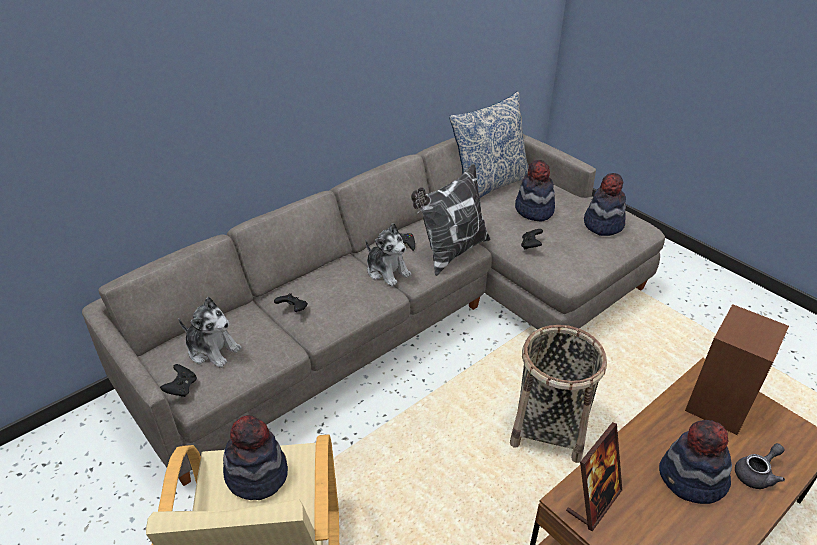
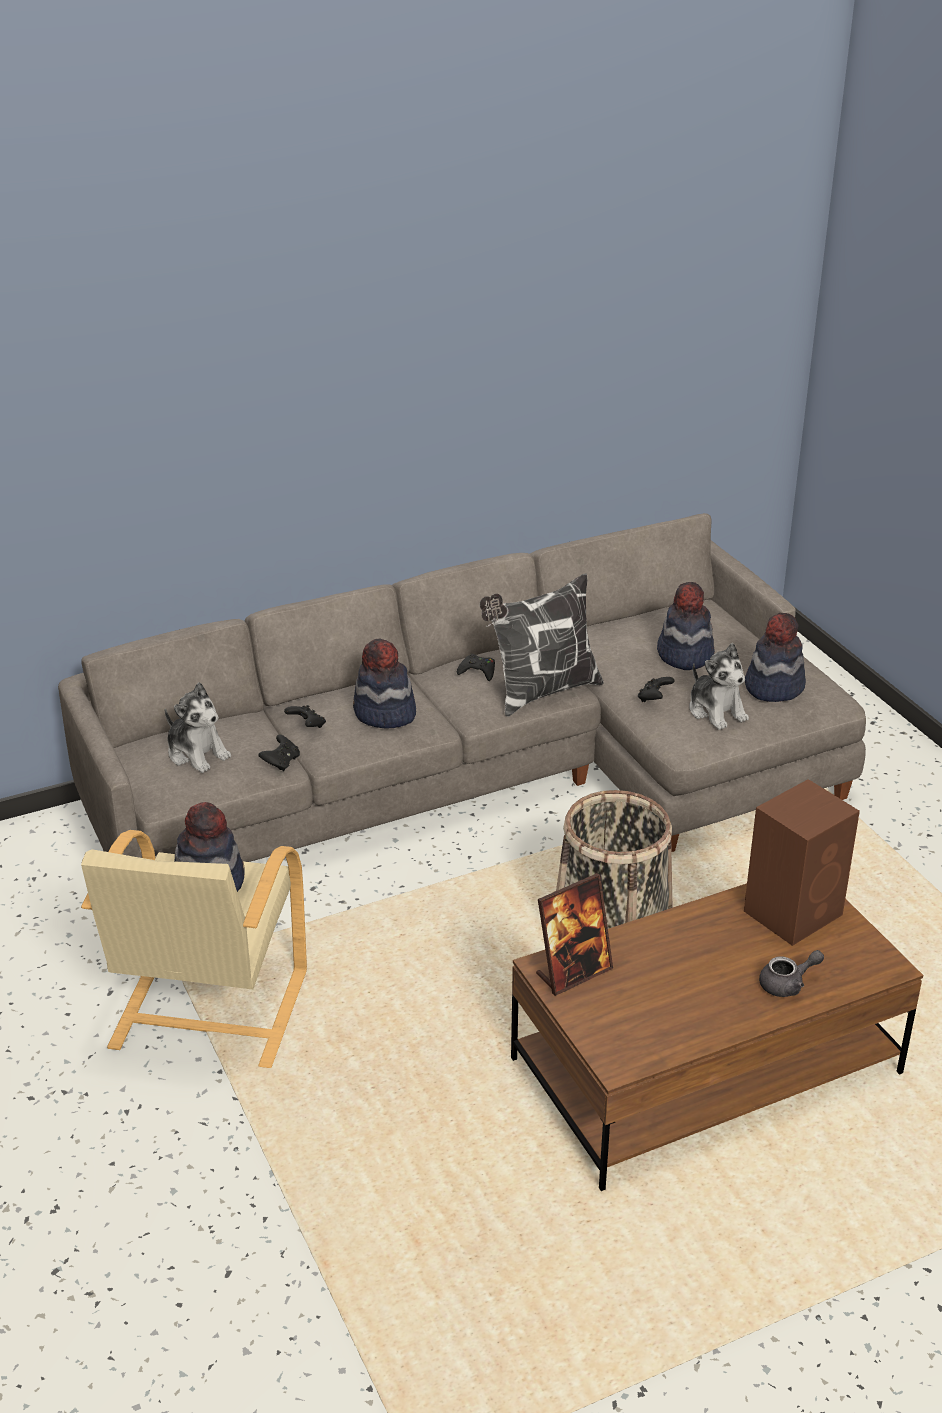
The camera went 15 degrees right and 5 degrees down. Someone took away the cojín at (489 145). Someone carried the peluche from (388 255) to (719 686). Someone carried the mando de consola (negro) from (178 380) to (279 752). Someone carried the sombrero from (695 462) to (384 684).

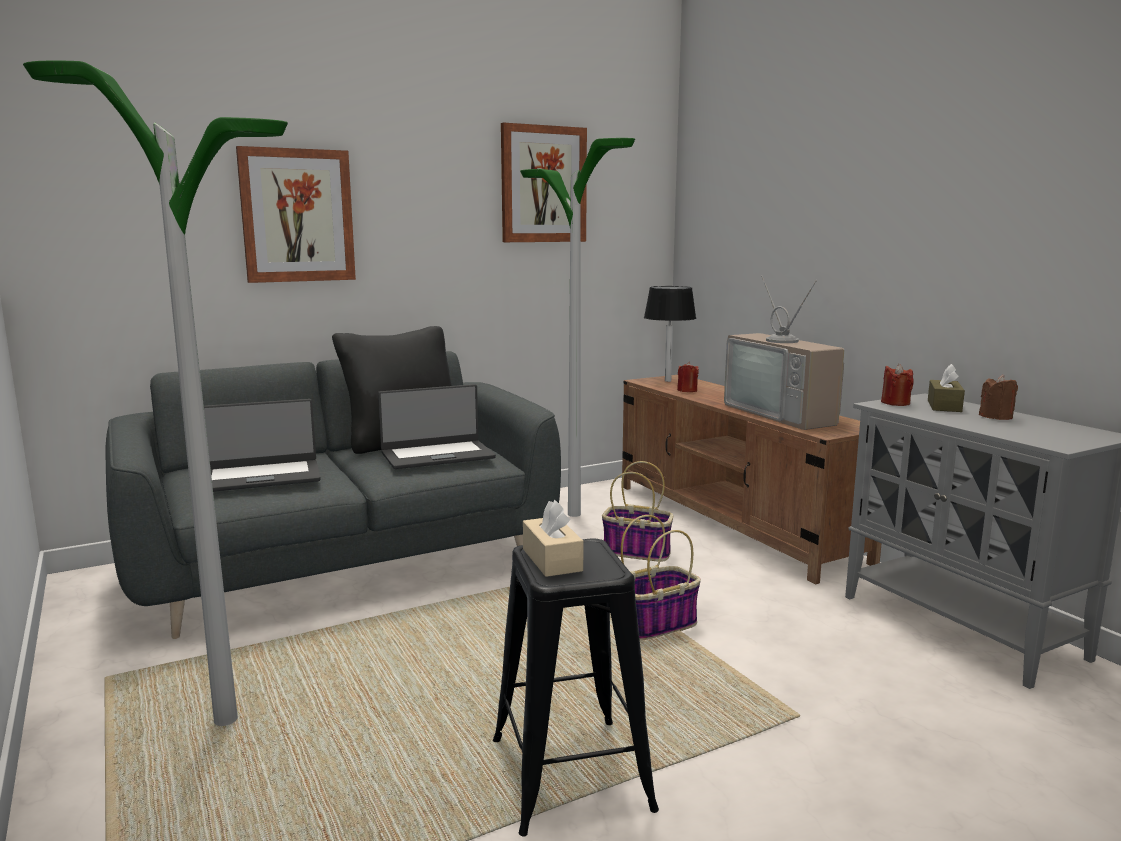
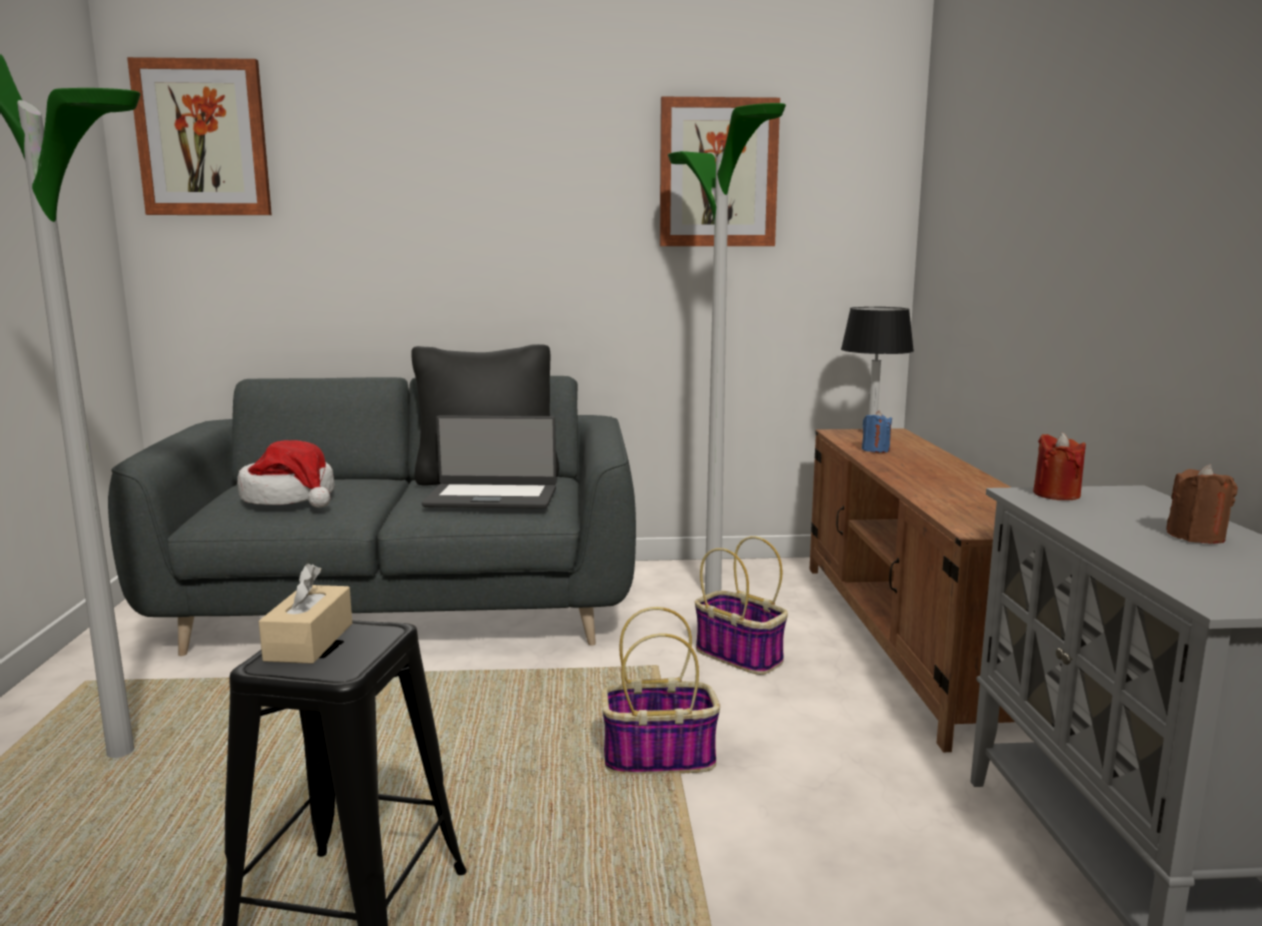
The camera went 25 degrees right and 0 degrees up. Someone carried the cuadro from (296 214) to (199 136). Someone took away the televisor at (784 352). Someone repainted the vela (rojo) at (688 377), which became the vela (azul) at (877 431). Someone took away the caja de pañuelos (marrón) at (946 388). Someone swapped the portátil at (262 445) for the sombrero at (286 474).

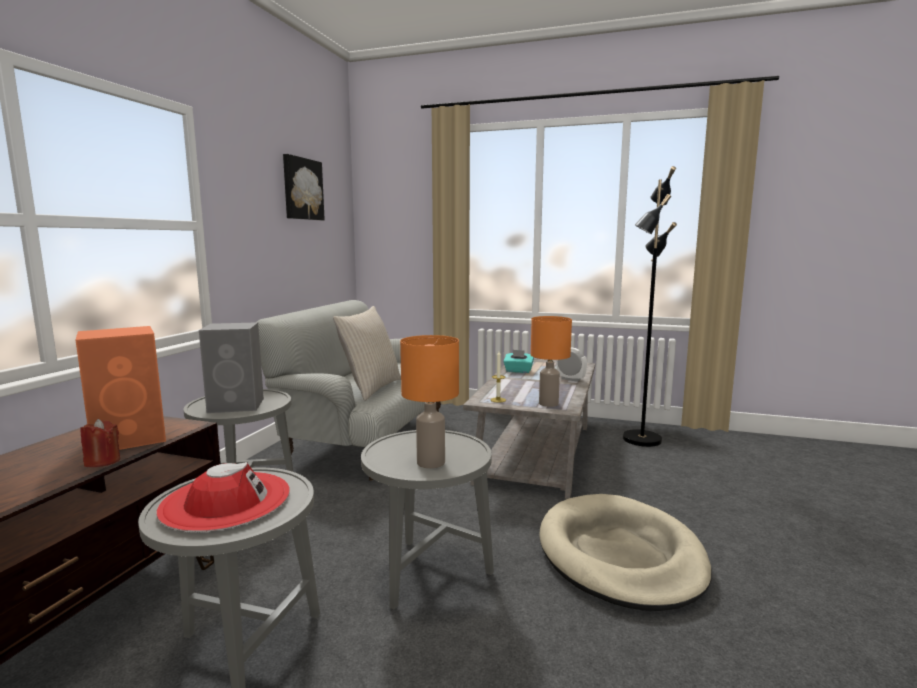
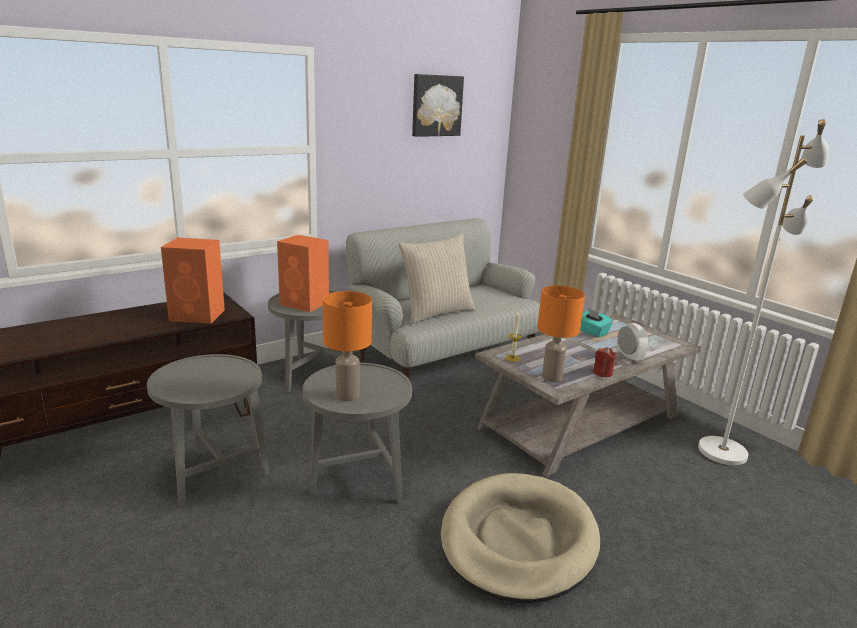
The camera went 35 degrees right and 10 degrees up. Someone repainted the lámpara de pie (negro) at (650 306), which became the lámpara de pie (blanco) at (763 292). Someone repainted the altavoz (gris) at (231 367), which became the altavoz (naranja) at (303 273). Someone carried the vela (rojo) from (100 443) to (605 362). Someone took away the sombrero (rojo) at (223 497).

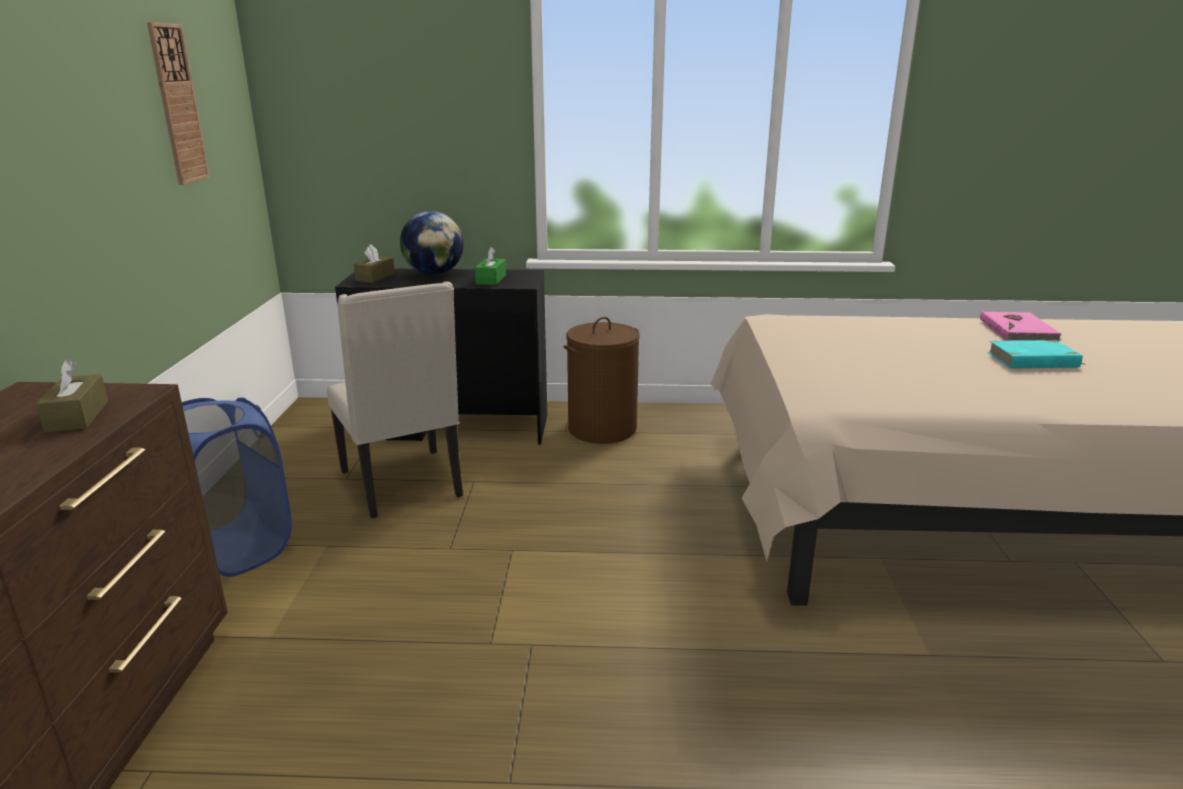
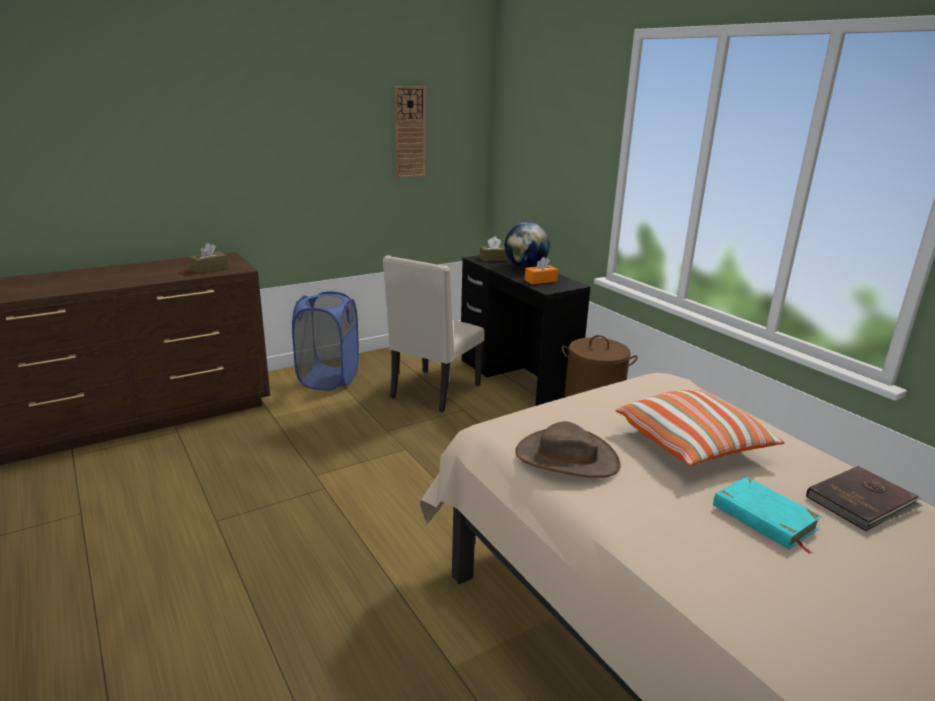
The camera went 55 degrees right and 0 degrees up. Someone repainted the caja de pañuelos (verde) at (490 266), which became the caja de pañuelos (naranja) at (541 270). Someone repainted the libro (rosa) at (1020 326), which became the libro (marrón) at (864 498). Someone put down the cojín at (700 428). Someone put down the sombrero (marrón) at (568 449).

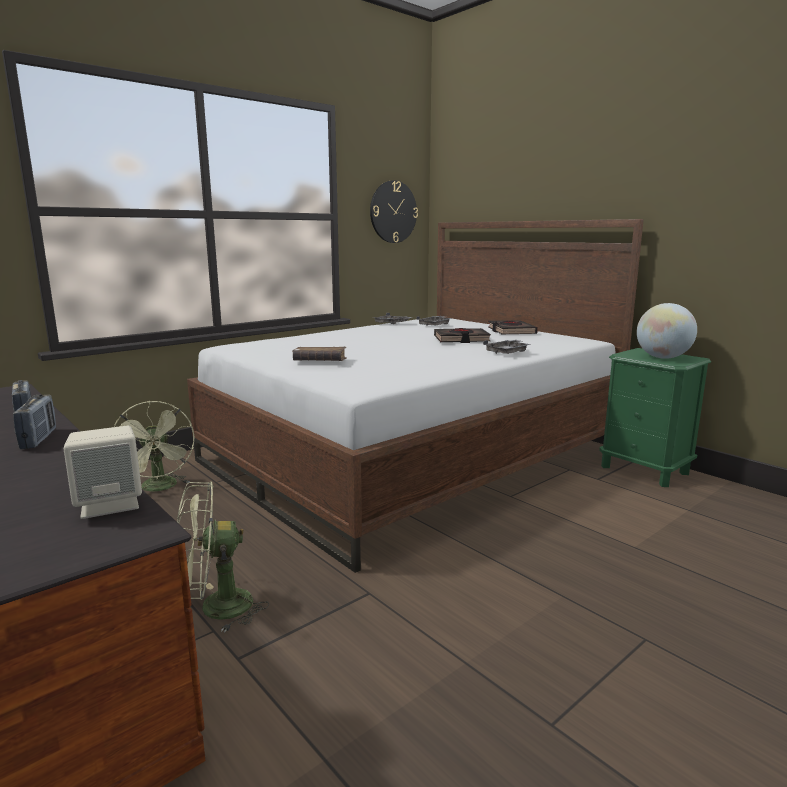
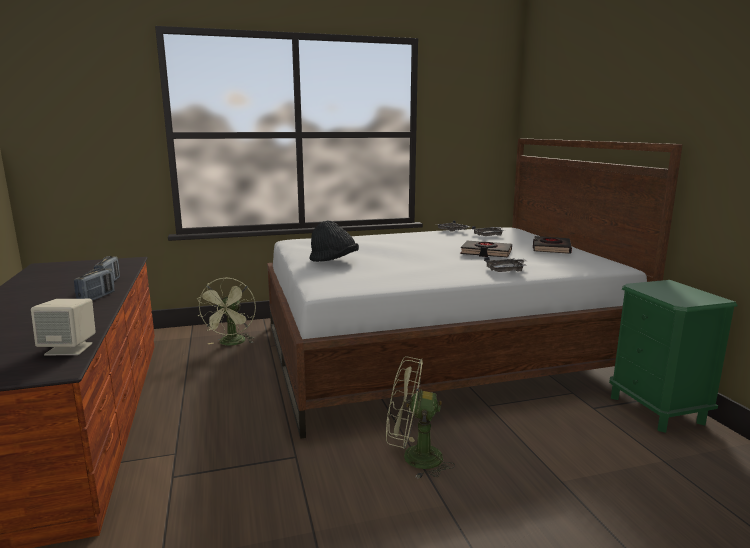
The camera went 25 degrees right and 0 degrees up. Someone took away the reloj de pared at (394 211). Someone took away the globo terráqueo at (667 331). Someone swapped the libro (marrón) at (319 354) for the sombrero (negro) at (334 241). Someone carried the ventilador (verde) from (223 557) to (420 417).

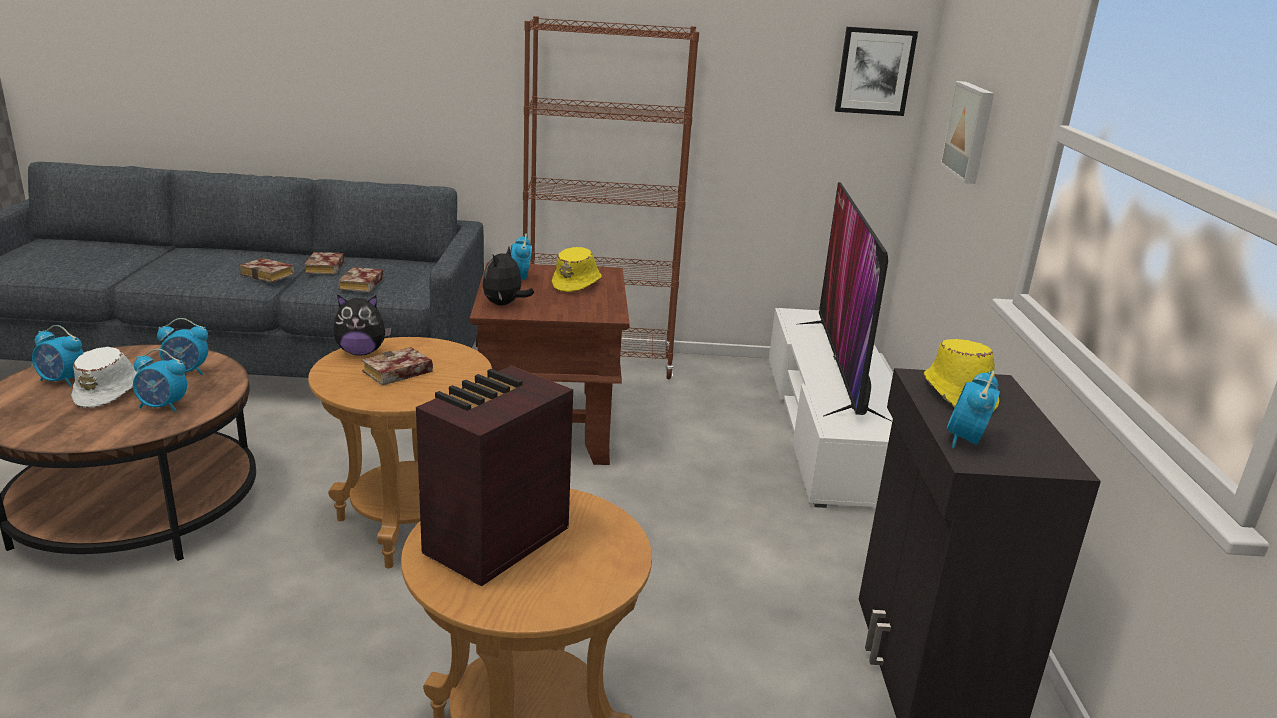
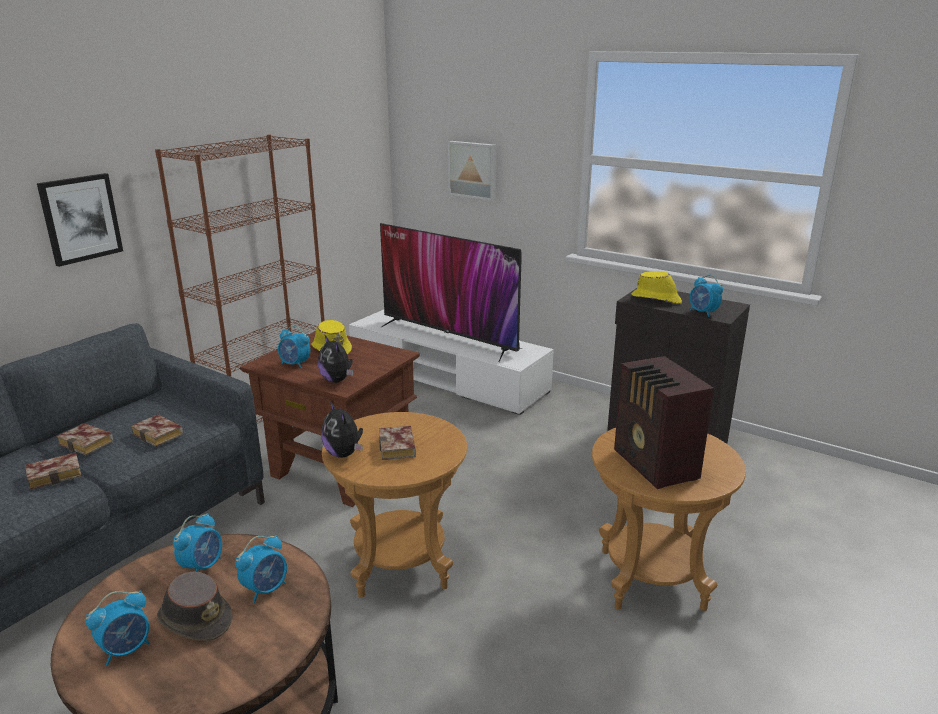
The camera went 55 degrees left and 0 degrees up. Someone carried the cuadro from (876 71) to (80 220). Someone rotated the peluche at (362 325) by 120 degrees clockwise. Someone repainted the sombrero (blanco) at (104 377), which became the sombrero (marrón) at (194 606).

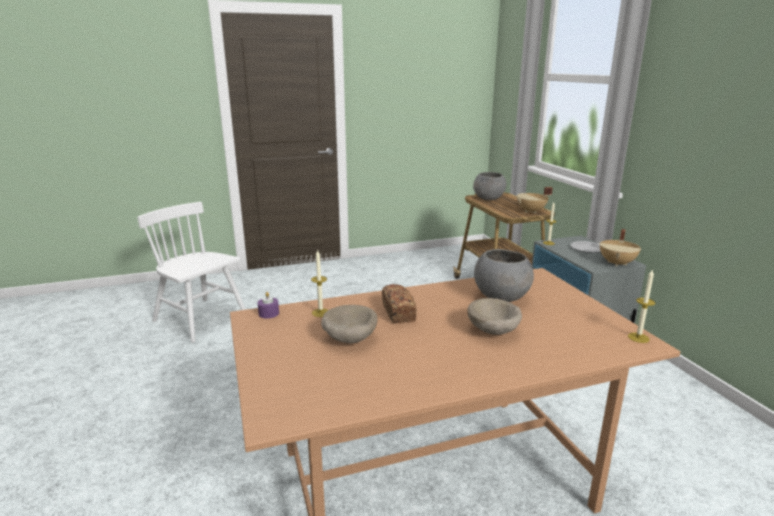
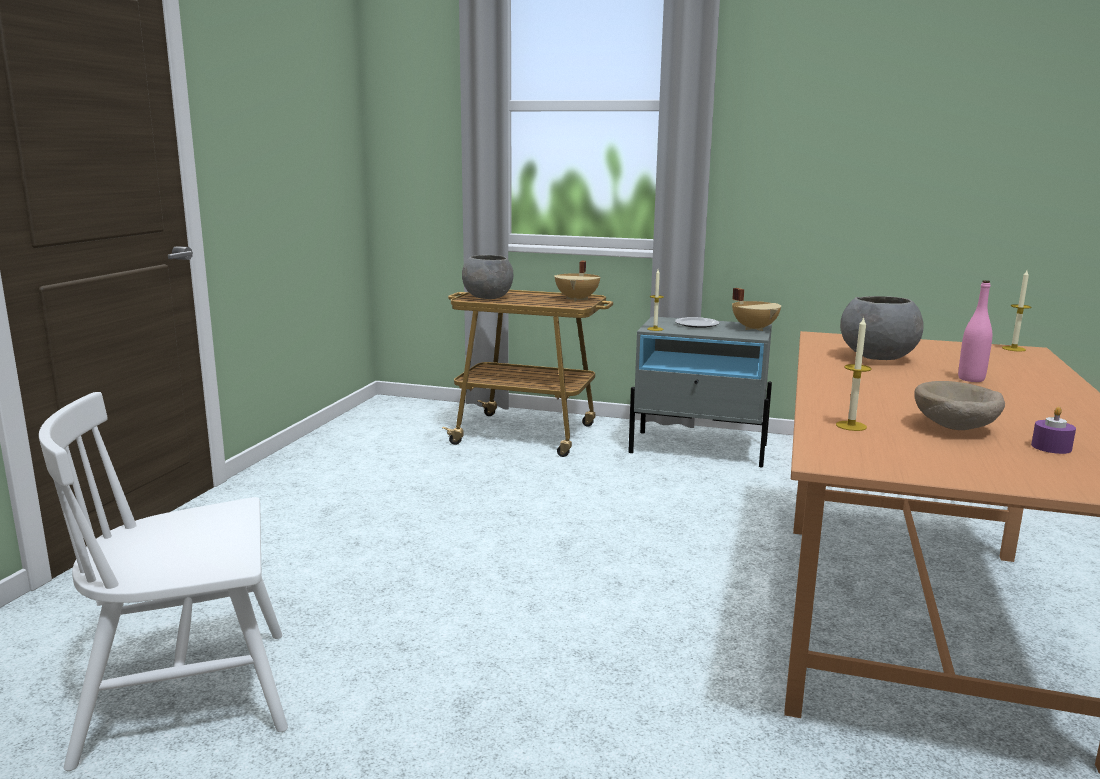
The camera went 55 degrees left and 5 degrees down. Someone took away the pan at (399 303). Someone carried the vela (morado) from (268 305) to (1053 430). Someone swapped the cuenco (beis) at (494 316) for the botella (rosa) at (975 331).

